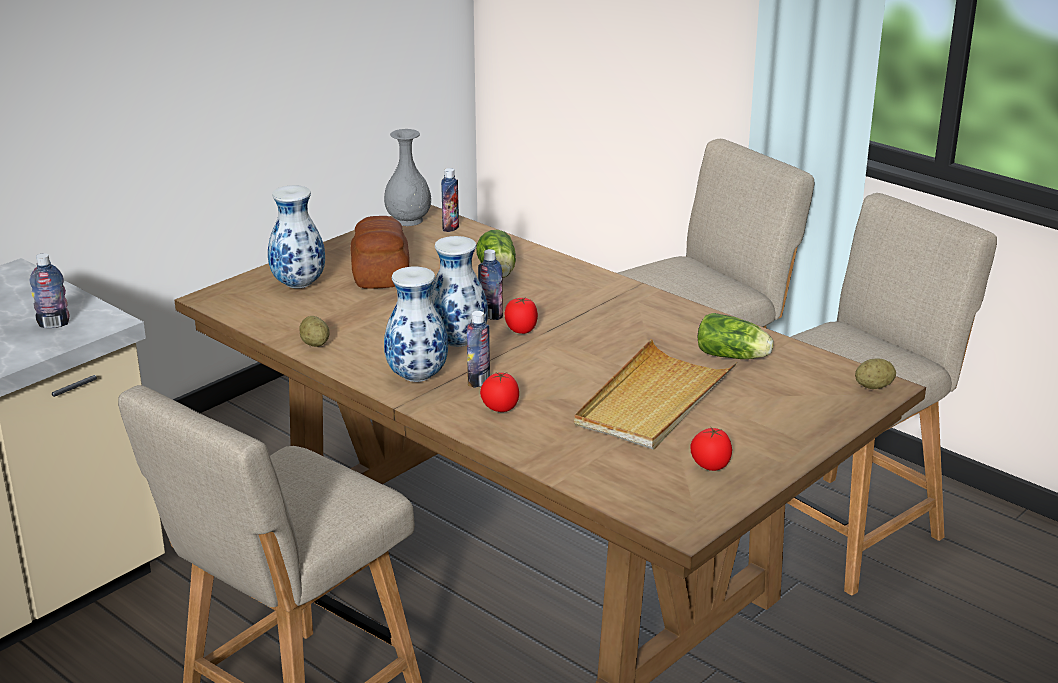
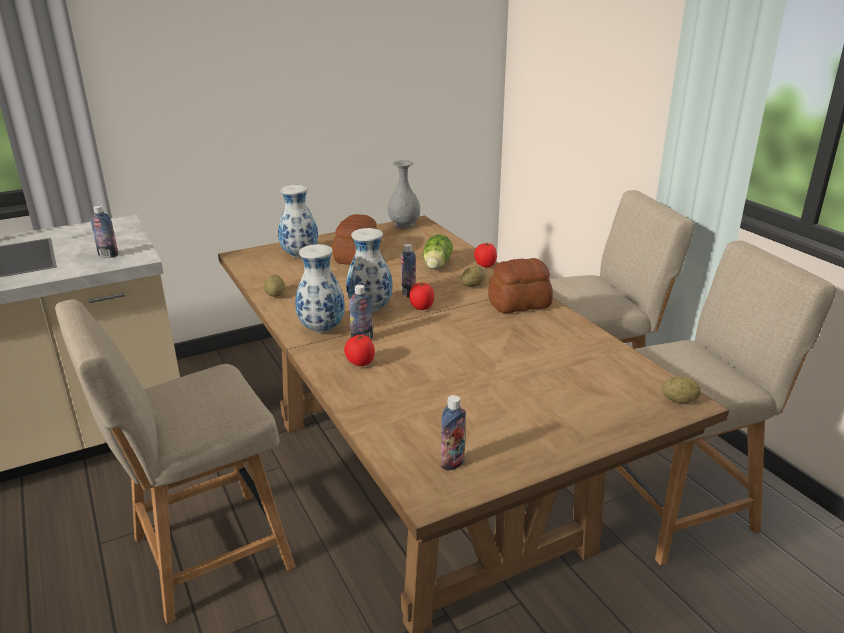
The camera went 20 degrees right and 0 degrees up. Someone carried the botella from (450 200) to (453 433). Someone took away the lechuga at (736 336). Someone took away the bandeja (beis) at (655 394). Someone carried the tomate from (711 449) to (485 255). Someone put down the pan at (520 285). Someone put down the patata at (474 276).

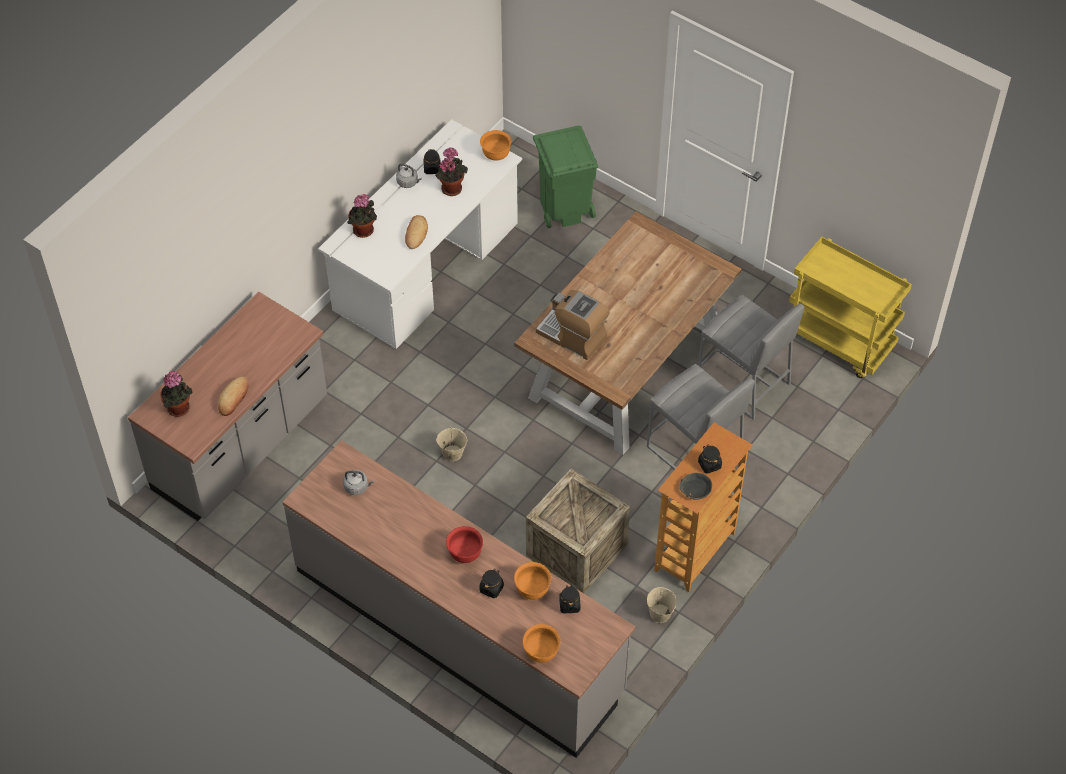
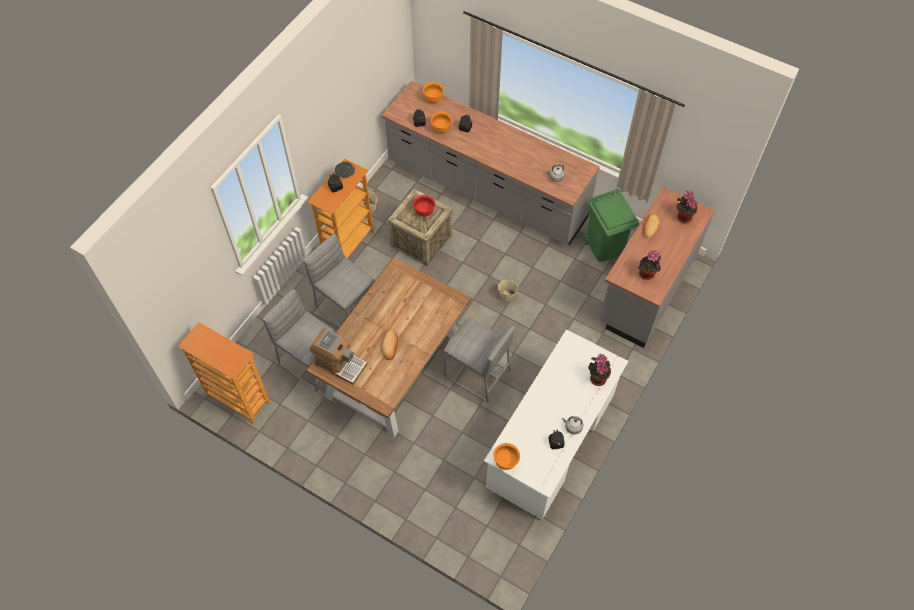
The camera went 175 degrees right and 5 degrees up. Someone carried the papelera (verde) from (565 176) to (611 225). Someone carried the planta en maceta from (451 171) to (649 265). Someone carried the pan from (416 232) to (390 344). Someone swapped the carrito (amarillo) at (850 307) for the estantería at (224 373). Someone carried the cafetera from (573 325) to (339 356). Someone carried the cuenco (rojo) from (464 544) to (424 205). Someone put down the taburete (gris) at (479 360).

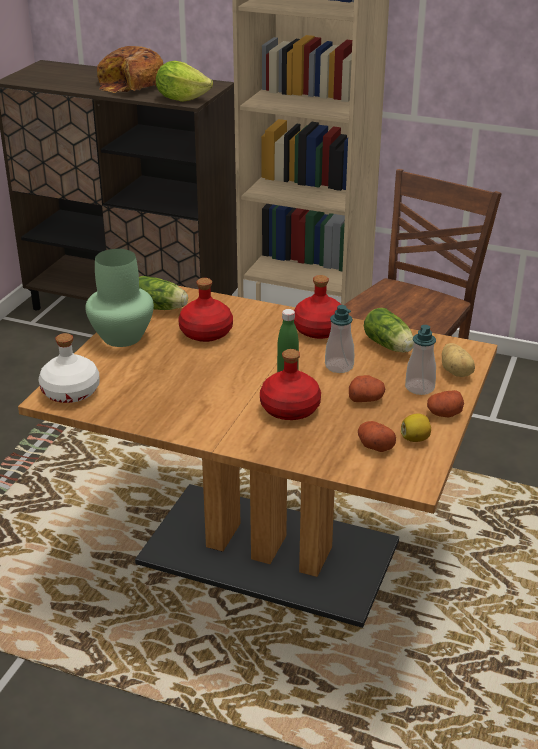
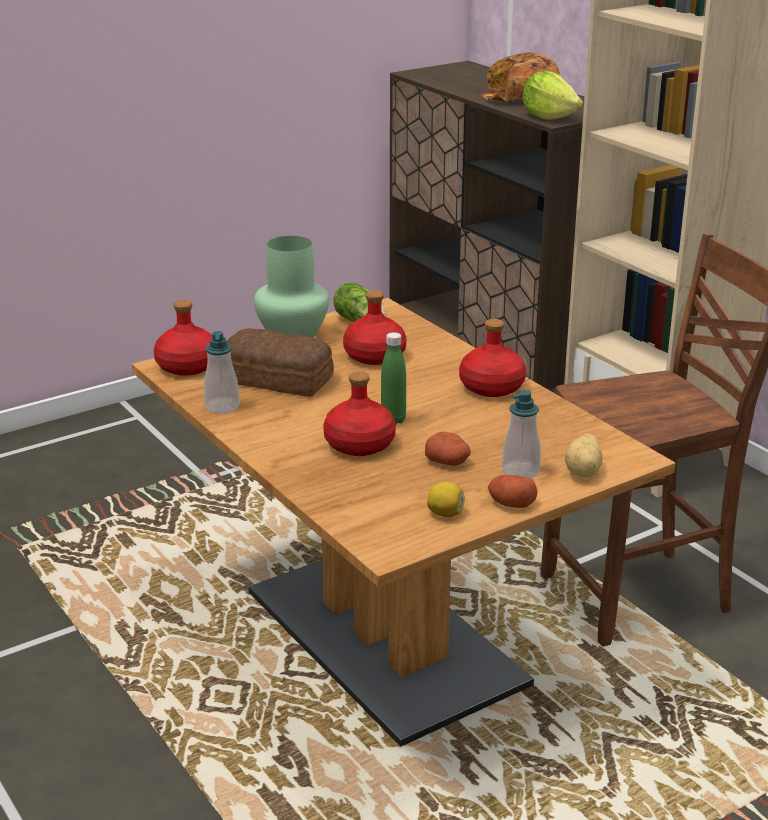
The camera went 35 degrees right and 5 degrees down. Someone carried the dispensador de jabón from (339 339) to (222 372). Someone took away the lechuga at (389 330). Someone repainted the botella (blanco) at (69 368), which became the botella (rojo) at (183 338). Someone took away the patata at (377 436). Someone put down the pan at (280 362).

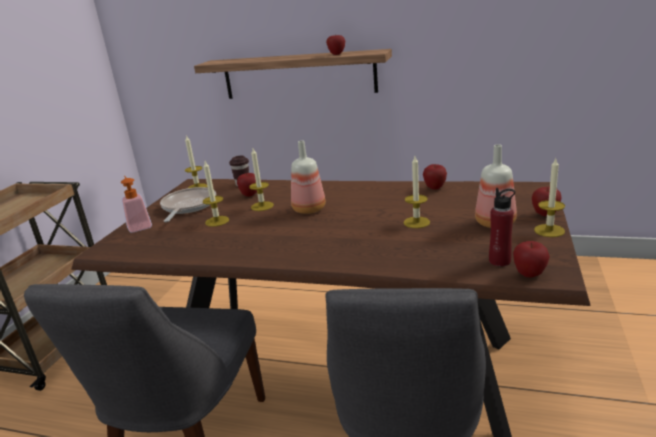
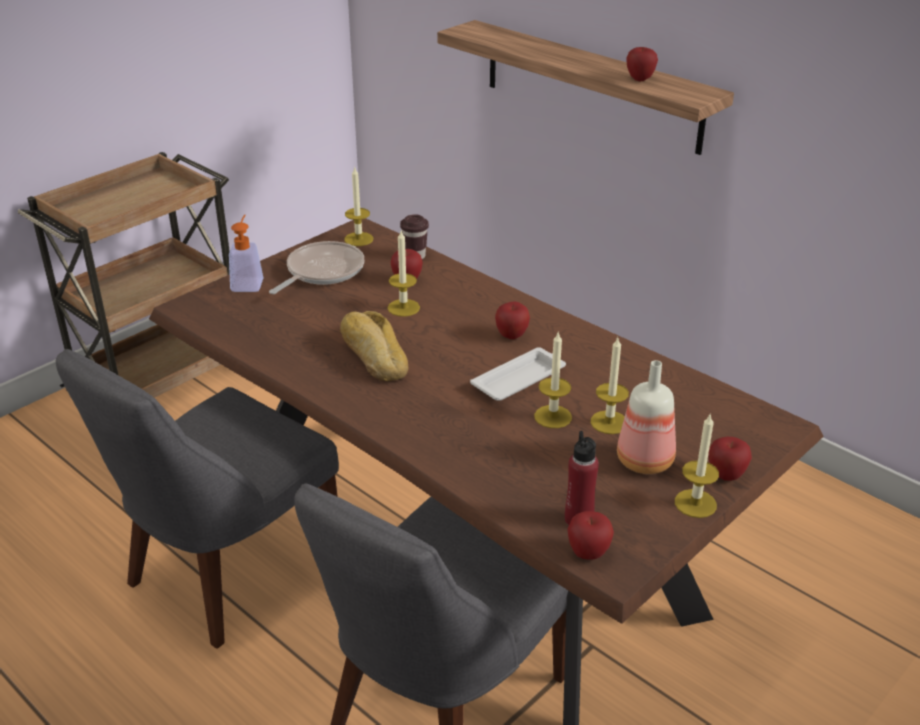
The camera went 25 degrees right and 10 degrees up. Someone took away the botella at (308 177). Someone carried the vela from (216 194) to (610 386). Someone carried the manzana from (435 176) to (512 320). Someone put down the pan at (374 346). Someone put down the bandeja (blanco) at (518 374).

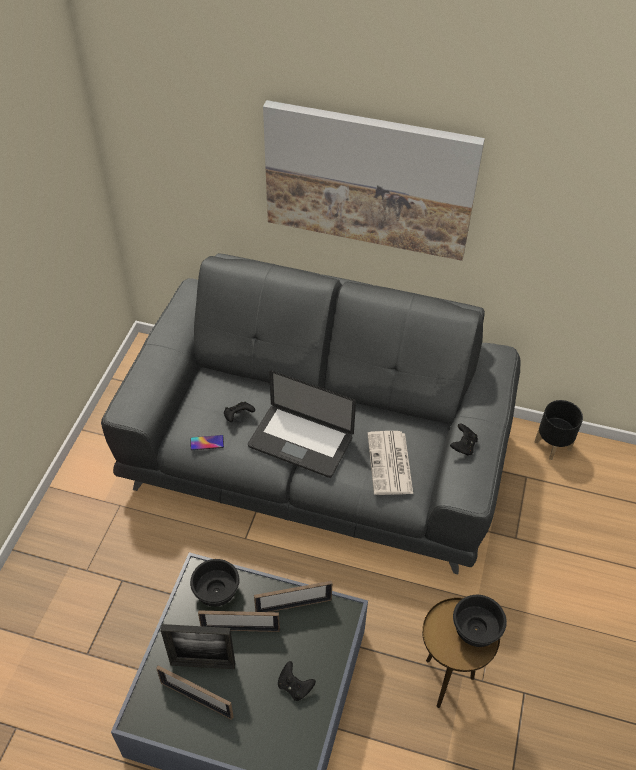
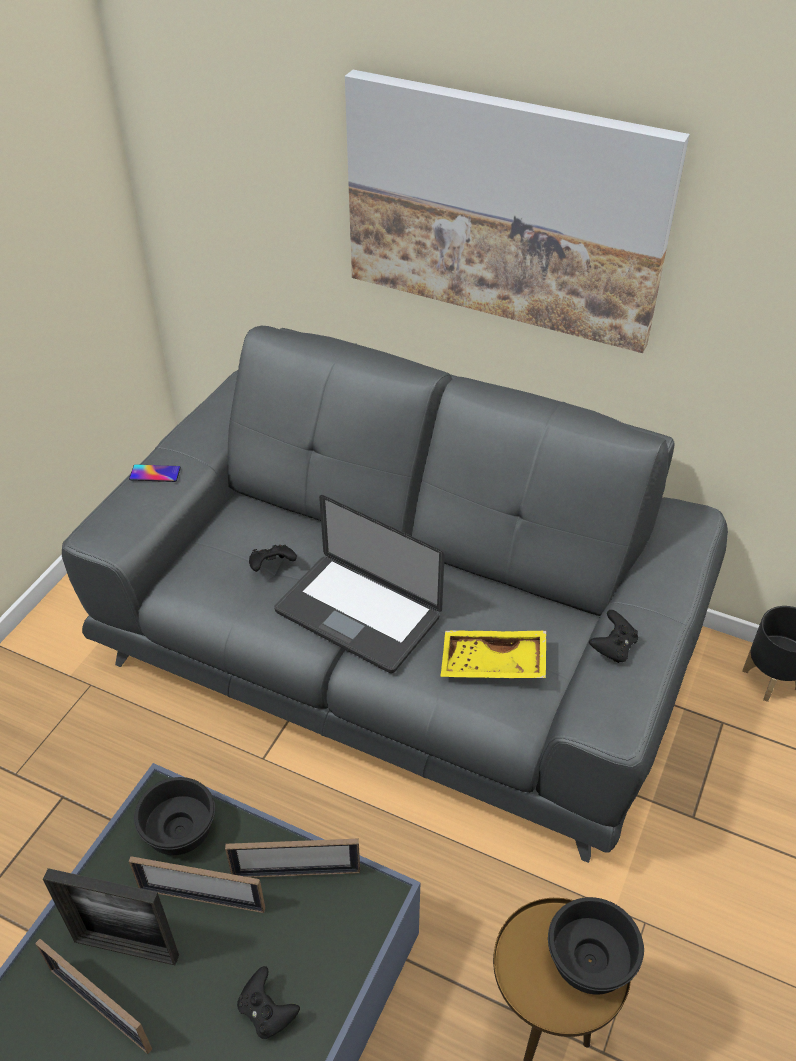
The camera went 10 degrees right and 5 degrees down. Someone swapped the periódico at (390 463) for the bandeja (amarillo) at (493 654). Someone carried the móvil from (207 442) to (155 473).

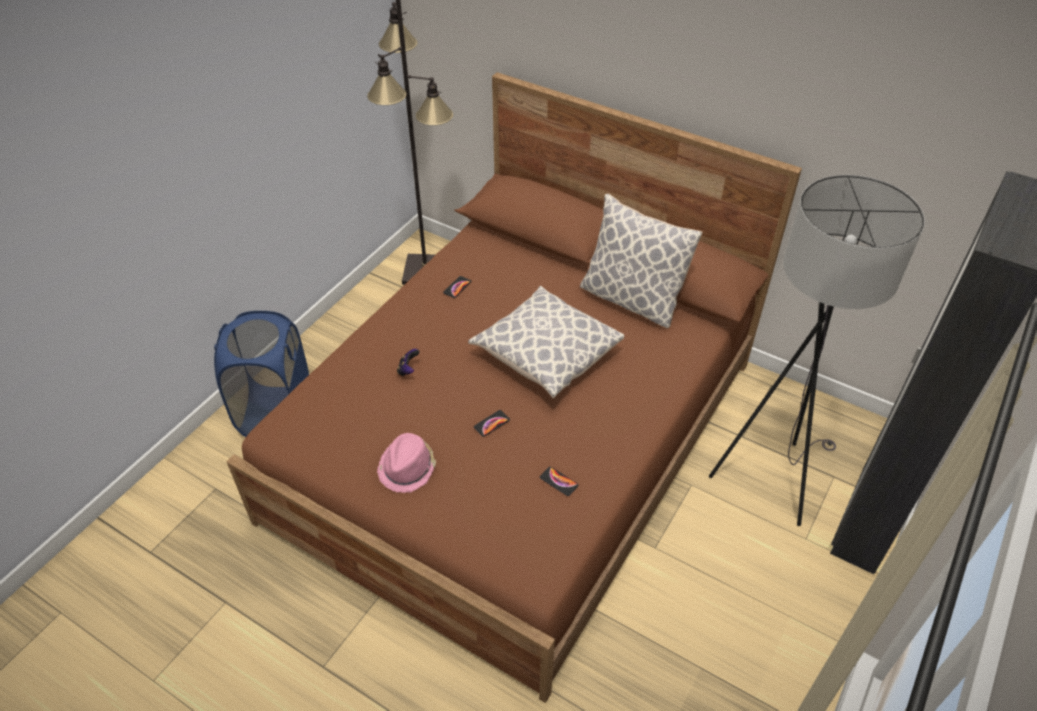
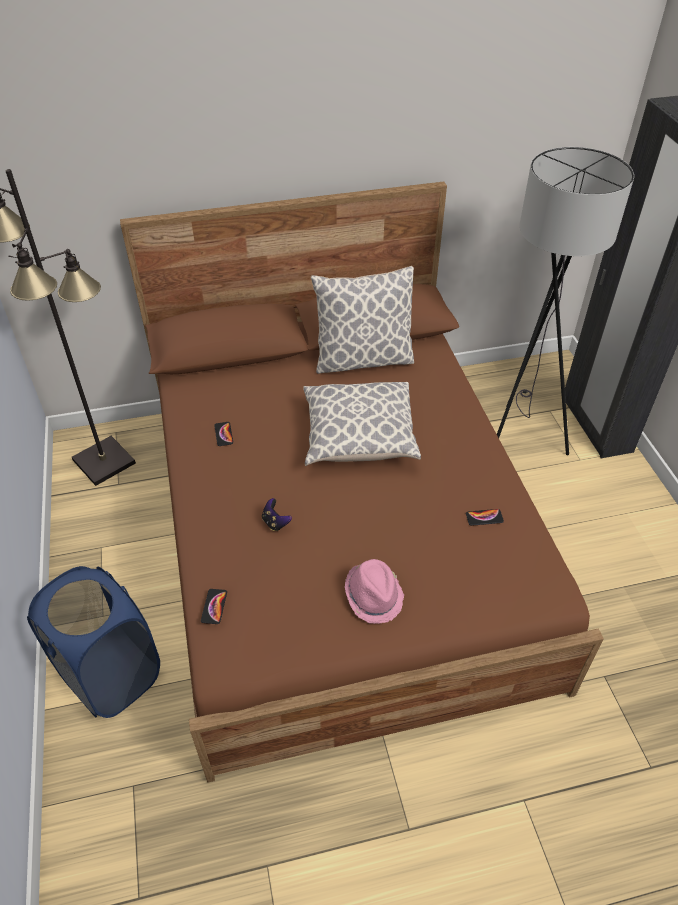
The camera went 45 degrees left and 0 degrees up. Someone carried the móvil from (492 423) to (214 606).

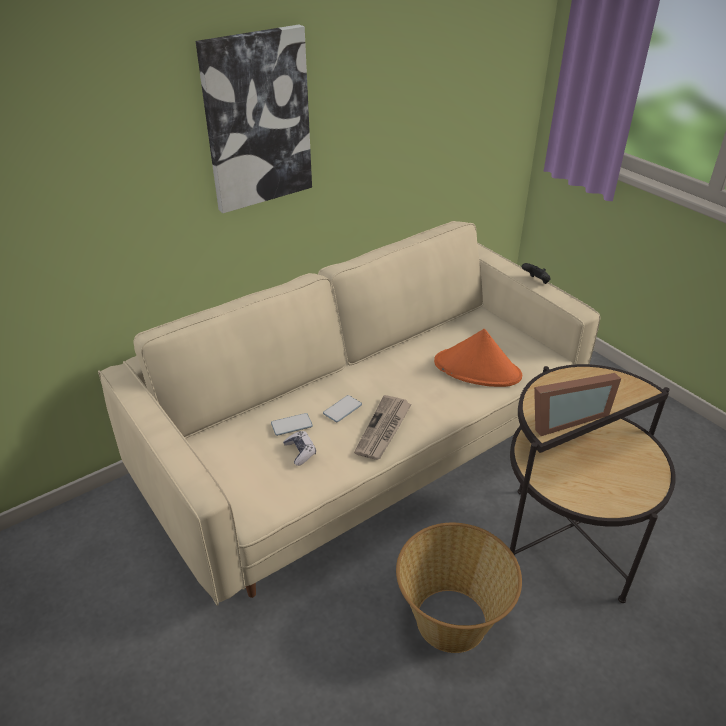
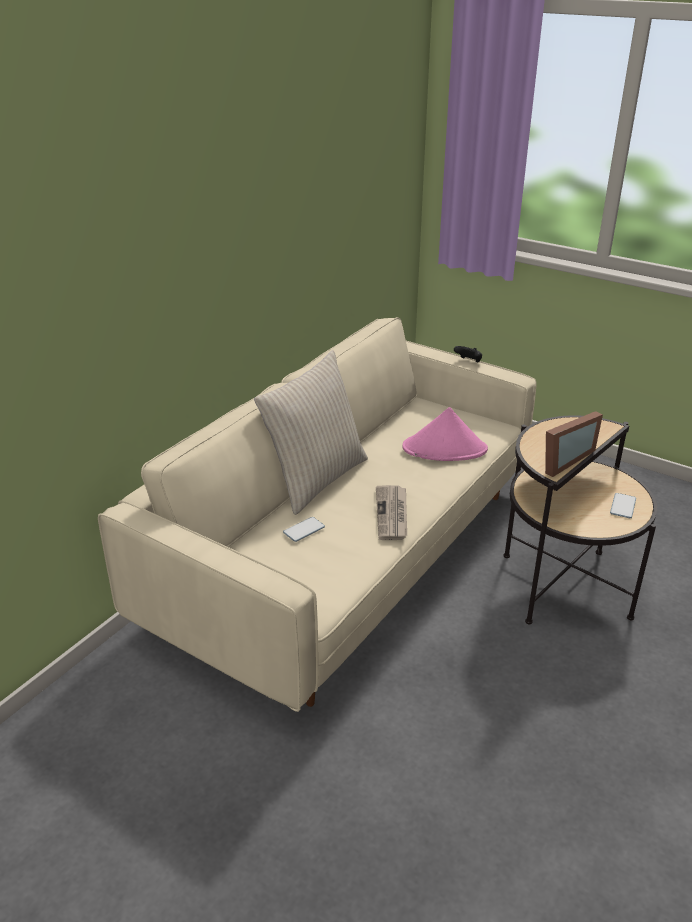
The camera went 20 degrees left and 5 degrees down. Someone took away the cuadro at (253 118). Someone repainted the sombrero (naranja) at (478 358), which became the sombrero (rosa) at (445 434). Someone carried the móvil from (342 408) to (623 505). Someone took away the mando de consola at (299 448). Someone took away the cesta at (459 588). Someone put down the cojín (beis) at (311 432).

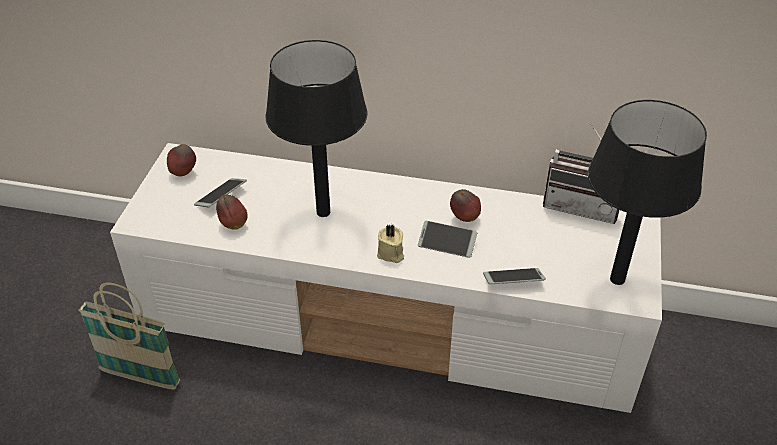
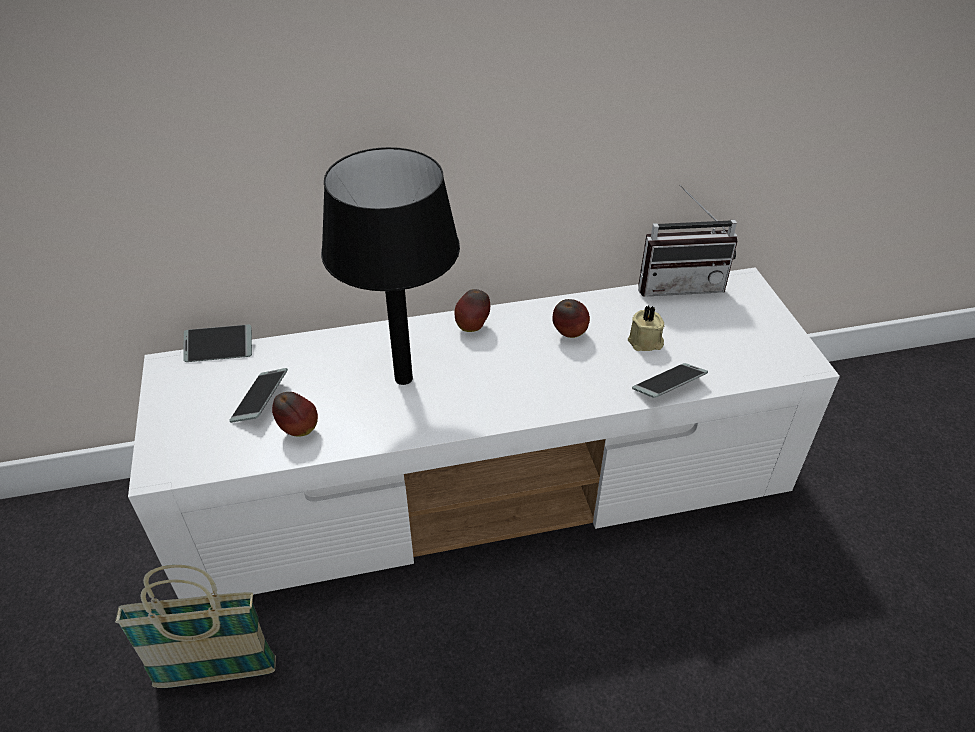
The camera went 25 degrees left and 0 degrees up. Someone took away the lámpara de mesa (negro) at (647 192). Someone carried the manzana from (181 160) to (472 310). Someone carried the móvil from (447 239) to (217 343). Someone carried the vela (beis) from (390 244) to (646 328).

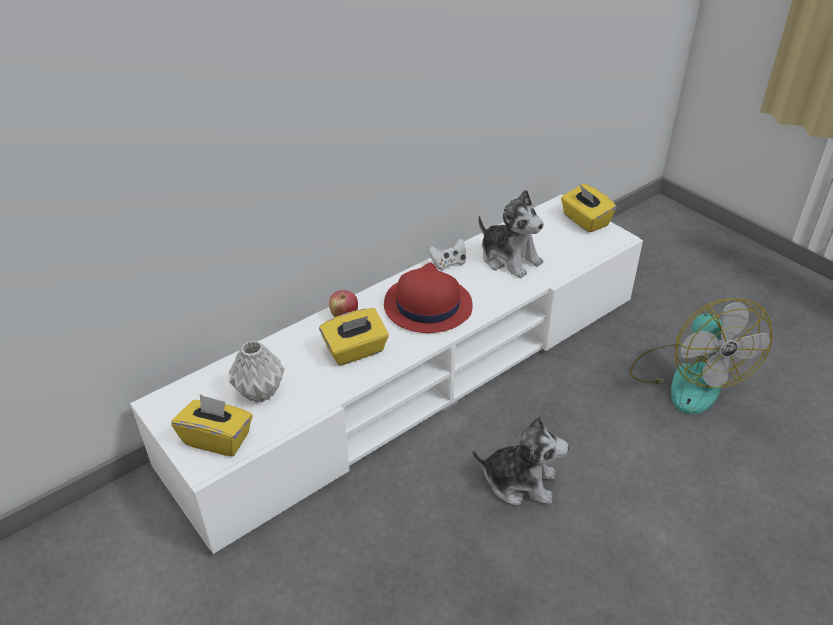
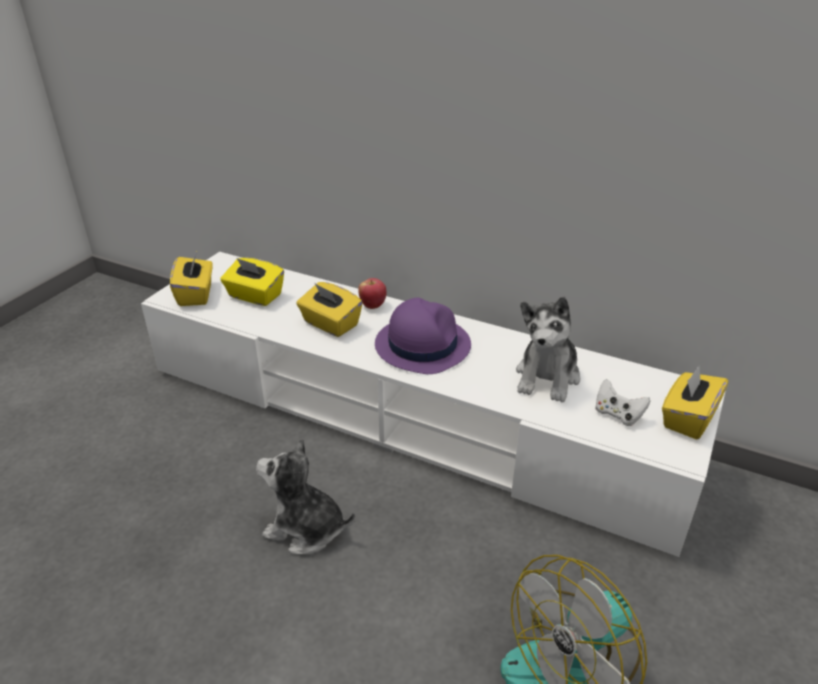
The camera went 65 degrees right and 5 degrees down. Someone carried the mando de consola (blanco) from (447 254) to (622 402). Someone repainted the sombrero (rojo) at (428 298), which became the sombrero (morado) at (423 336). Someone swapped the florero (gris) at (257 371) for the caja de pañuelos (amarillo) at (252 282). Someone rotated the peluche at (520 460) by 120 degrees clockwise.

